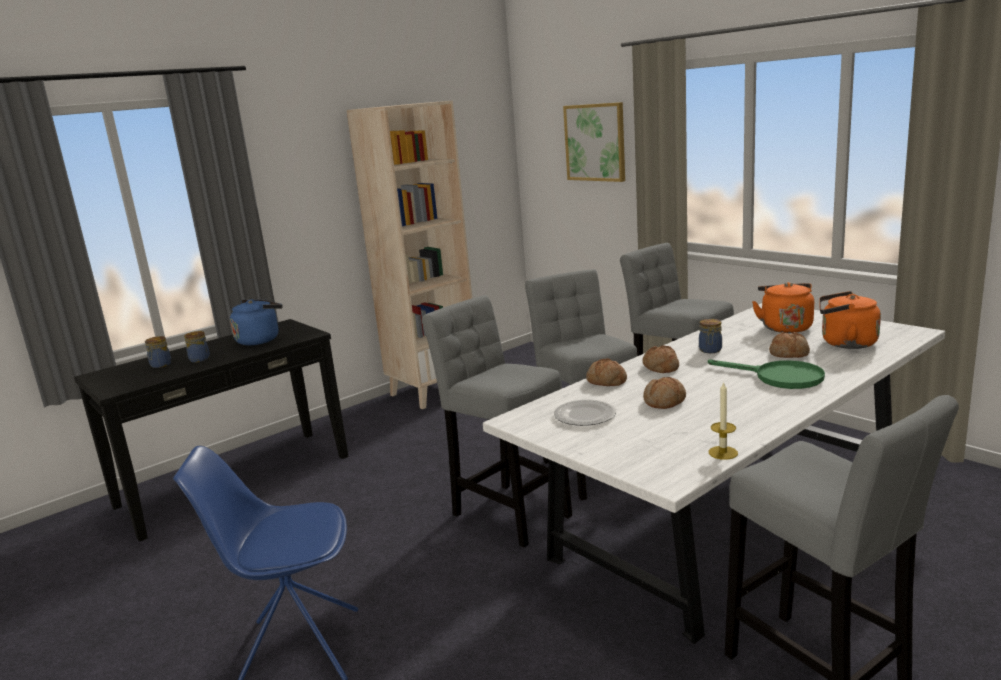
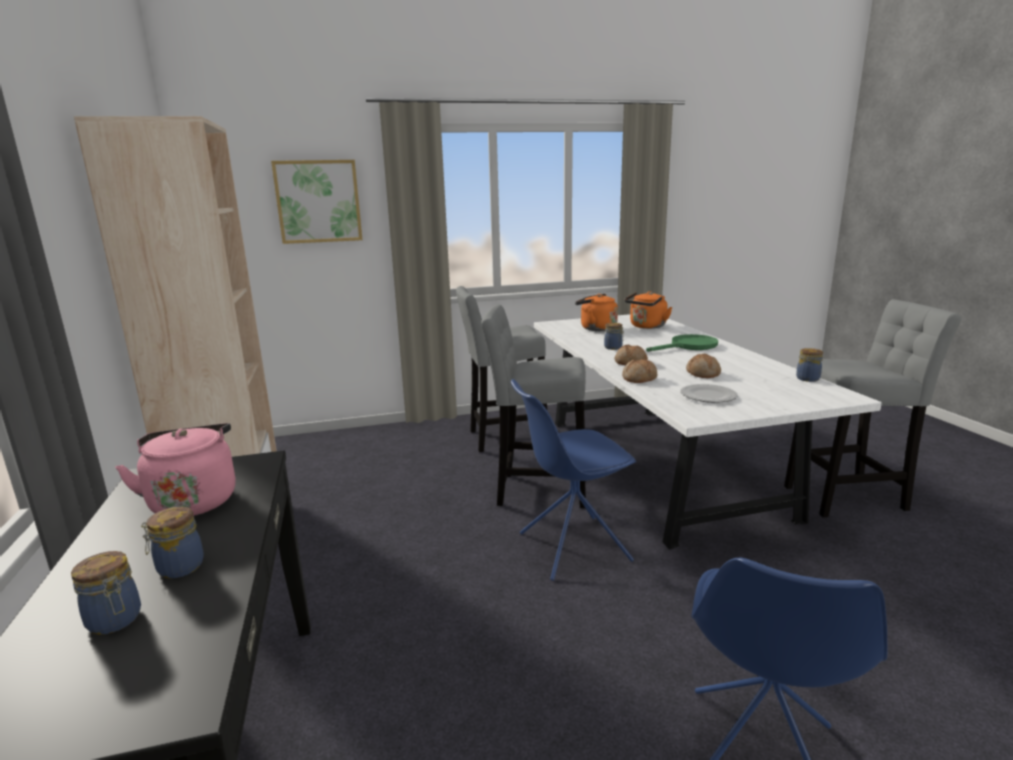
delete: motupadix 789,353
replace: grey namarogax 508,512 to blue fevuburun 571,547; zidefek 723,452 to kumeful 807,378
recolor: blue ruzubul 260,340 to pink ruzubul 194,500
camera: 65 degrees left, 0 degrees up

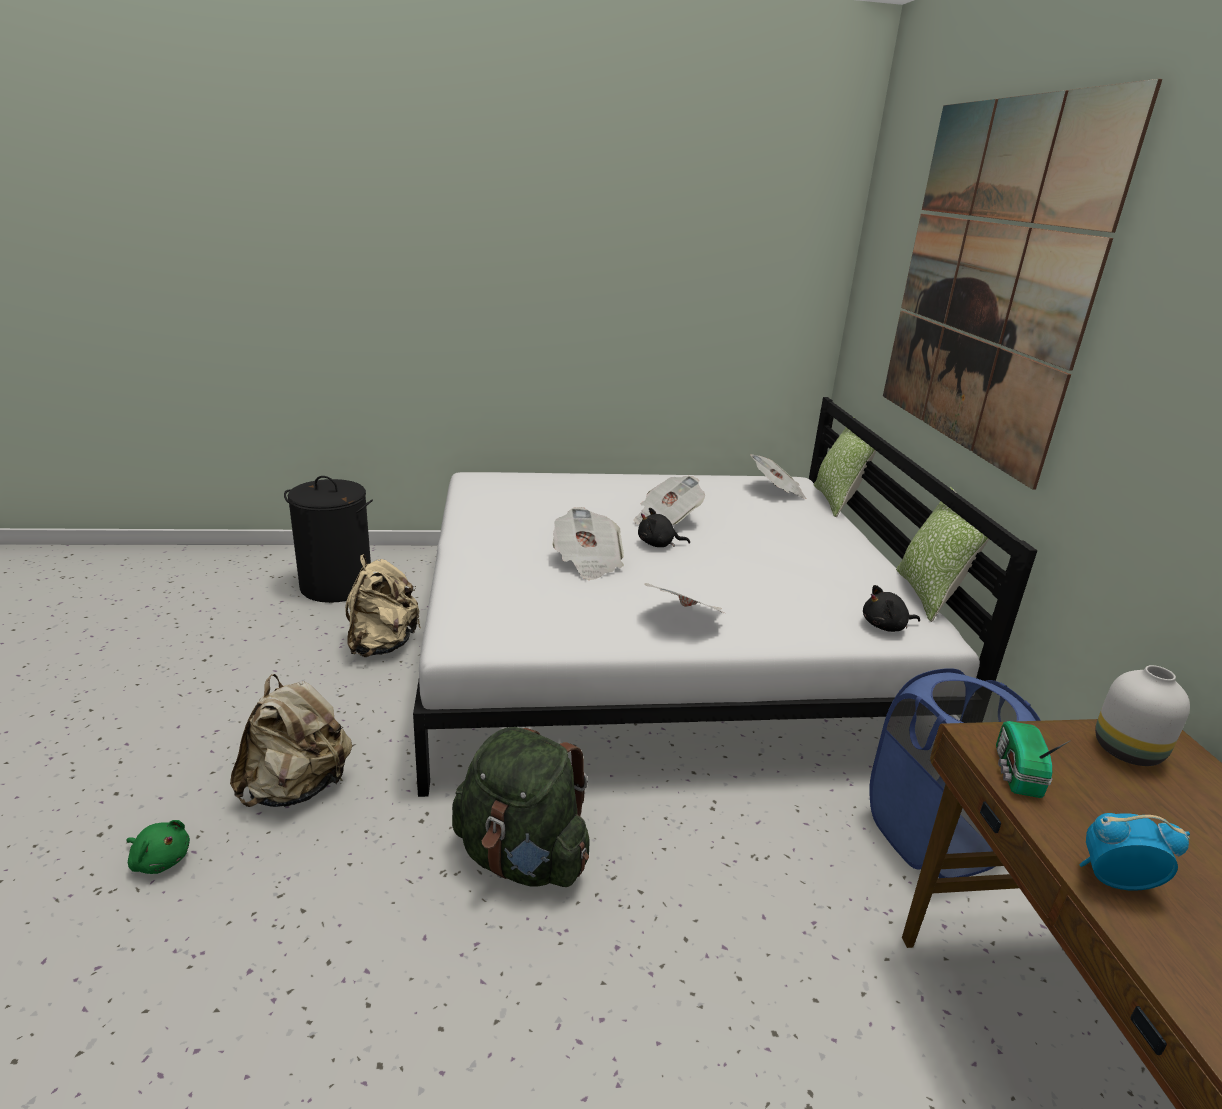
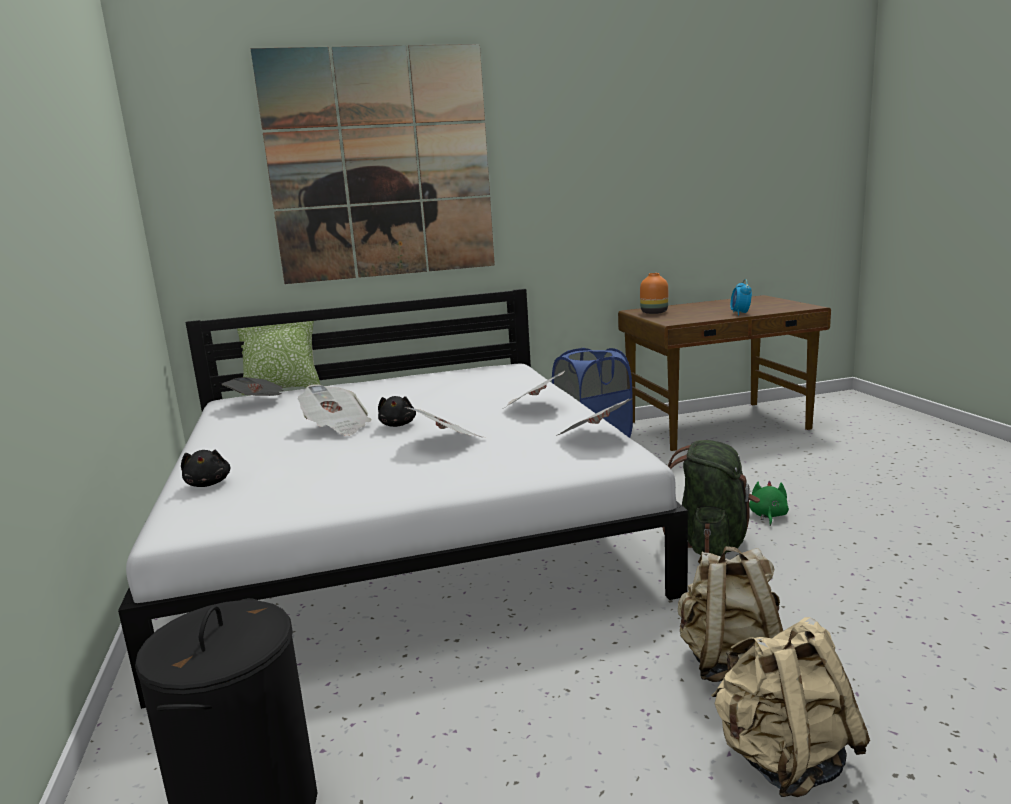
delete: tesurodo 928,595; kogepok 1016,773
insert: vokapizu 594,437
move: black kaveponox 886,626 to 208,483; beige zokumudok 382,645 to 783,760; green kaveponox 160,860 to 768,516
recolor: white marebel 1125,751 to orange marebel 654,313
camera: 95 degrees left, 10 degrees down

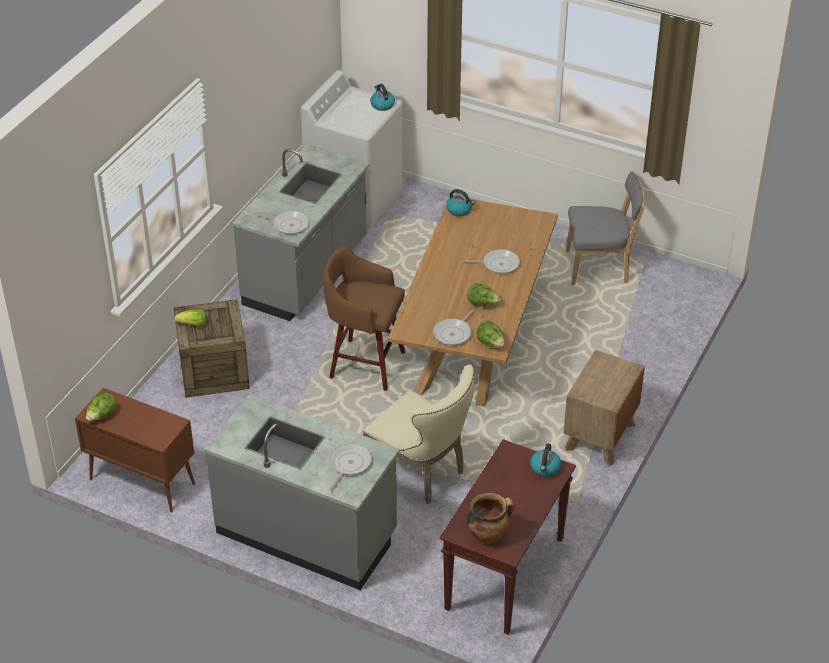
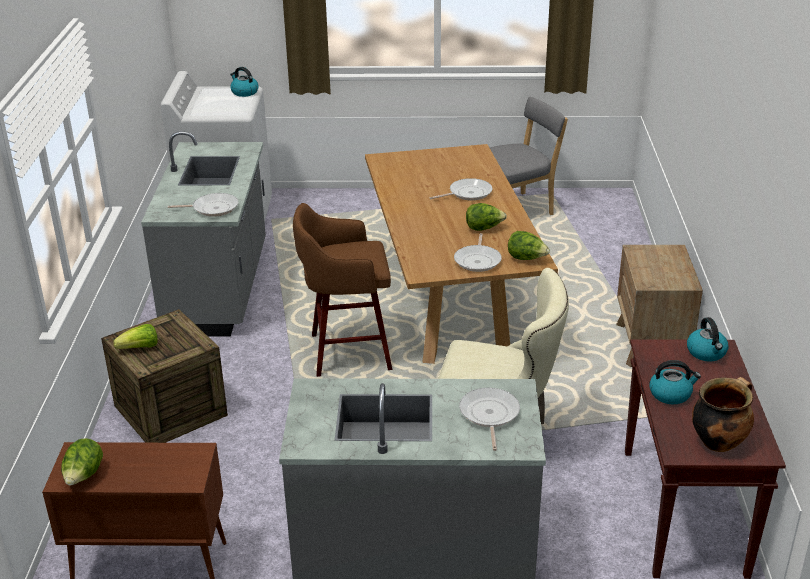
move: ruzubul 459,210 to 671,394
camera: 25 degrees left, 10 degrees down

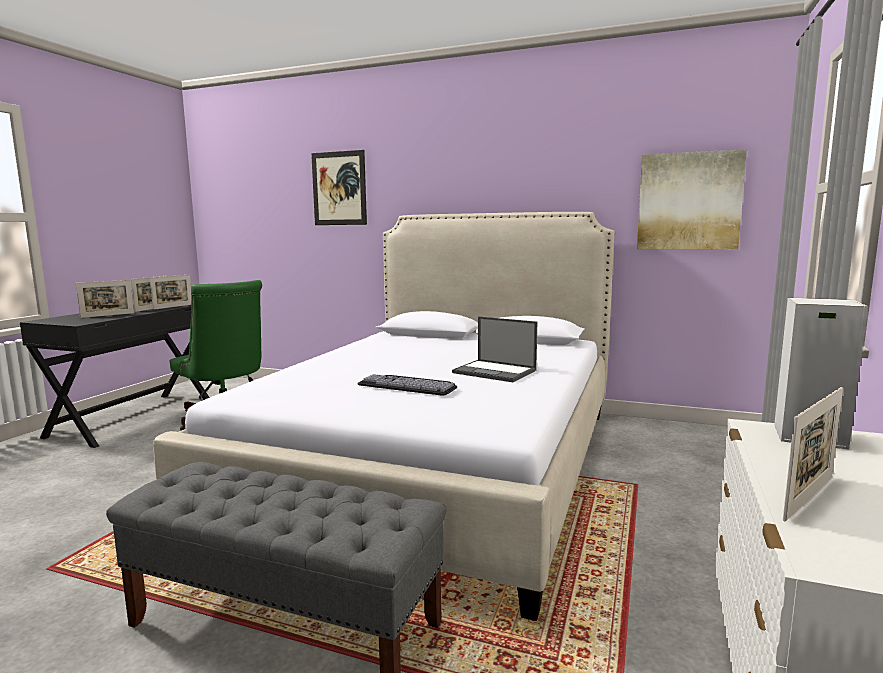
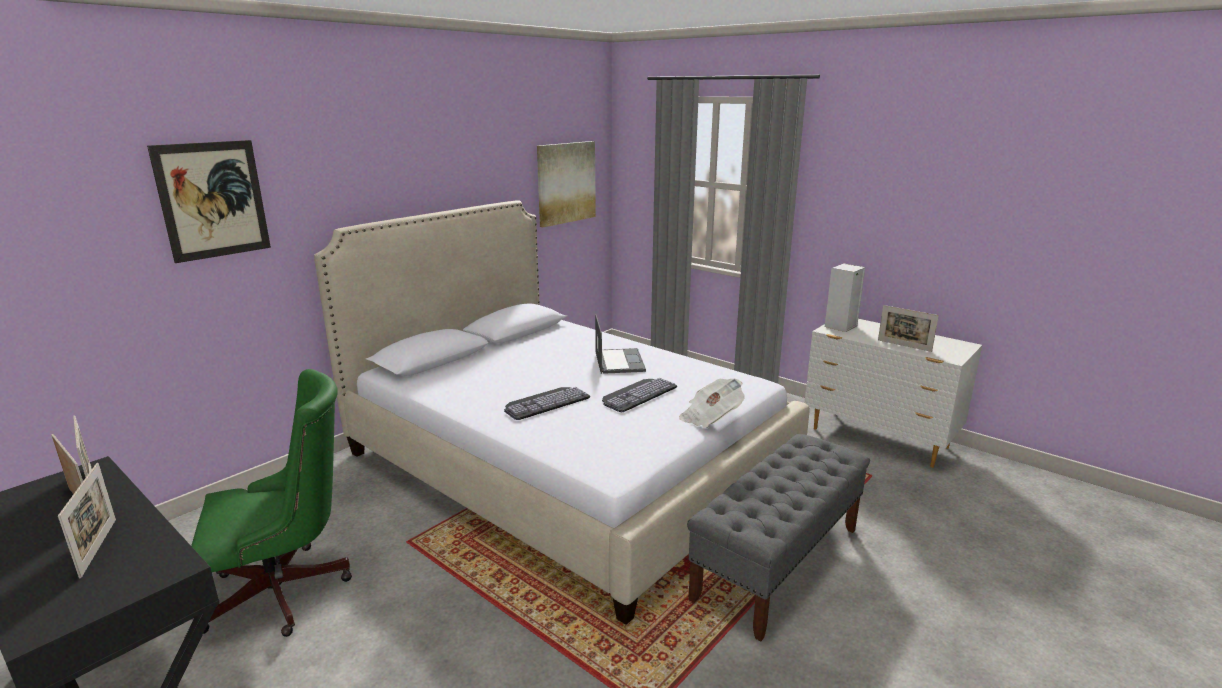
insert: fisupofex 545,402; vokapizu 710,417
rotate: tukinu 495,371 = 619,361 60 degrees counterclockwise; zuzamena 809,497 = 904,345 150 degrees clockwise
camera: 70 degrees left, 10 degrees up

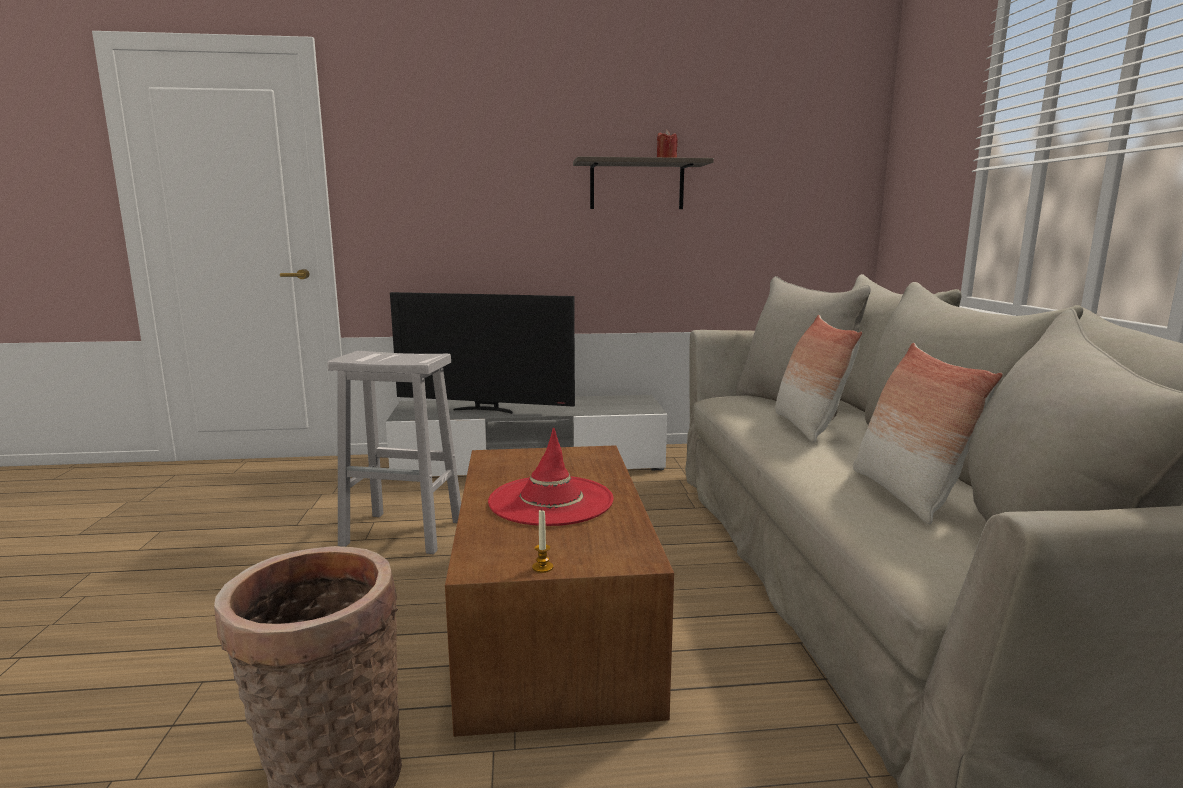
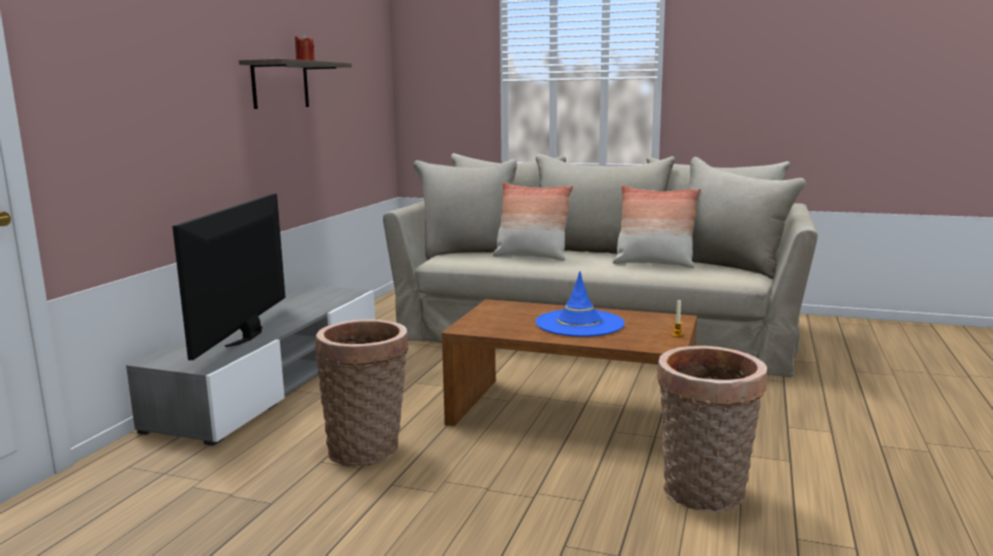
replace: white namarogax 405,532 to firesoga 368,449
recolor: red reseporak 550,501 to blue reseporak 579,324
rotate: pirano 485,410 = 248,336 150 degrees clockwise
camera: 65 degrees left, 0 degrees up

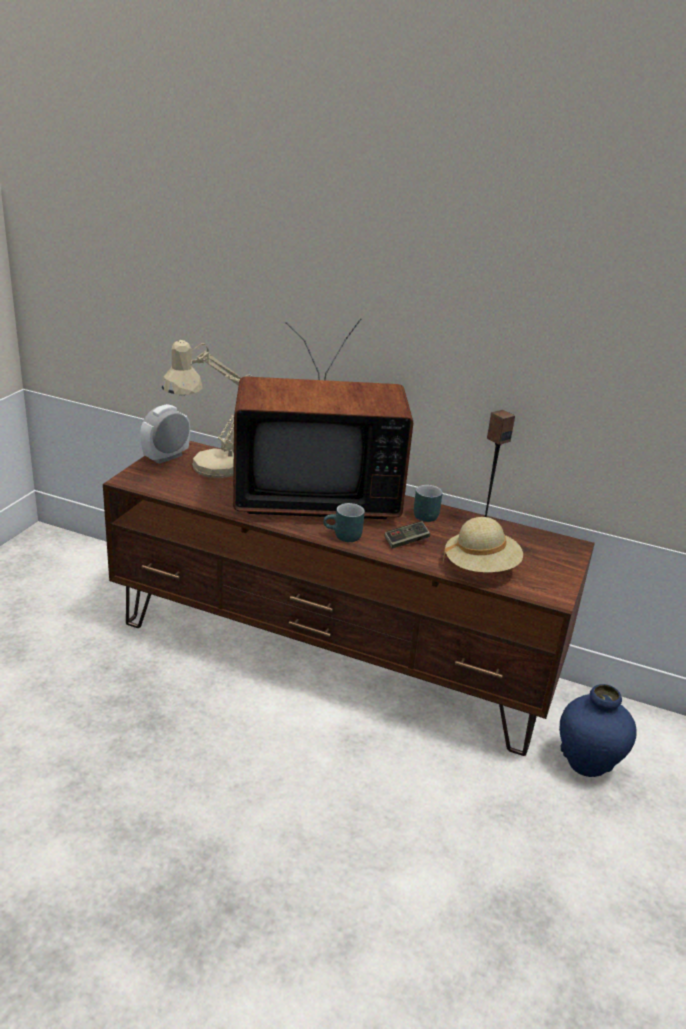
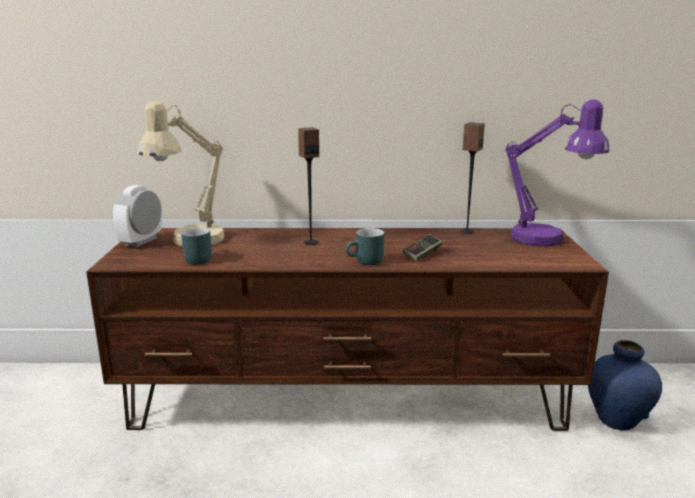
delete: beige reseporak 481,567
insert: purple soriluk 547,240
move: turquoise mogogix 426,514 to 198,258
replace: pirano 314,497 to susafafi 310,242
camera: 20 degrees left, 10 degrees down

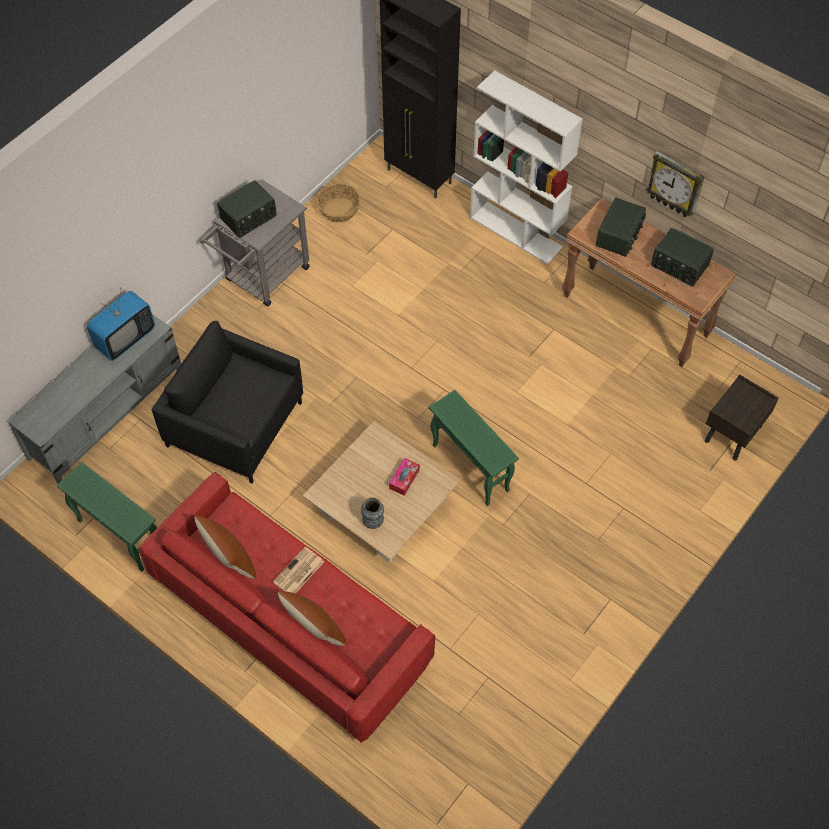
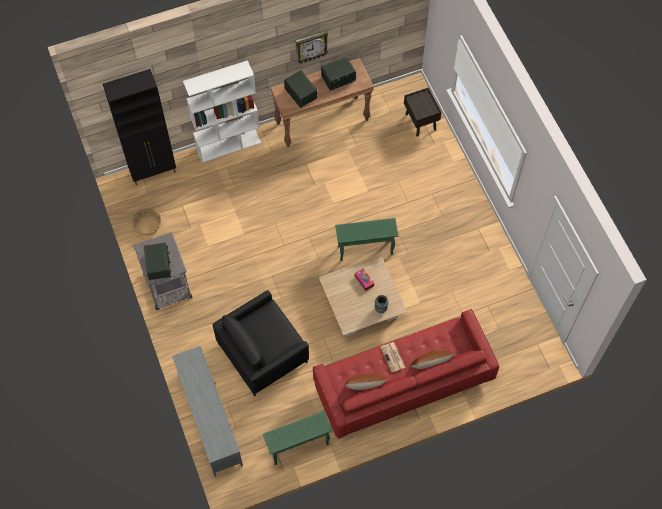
delete: pirano 125,338
camera: 60 degrees left, 5 degrees up

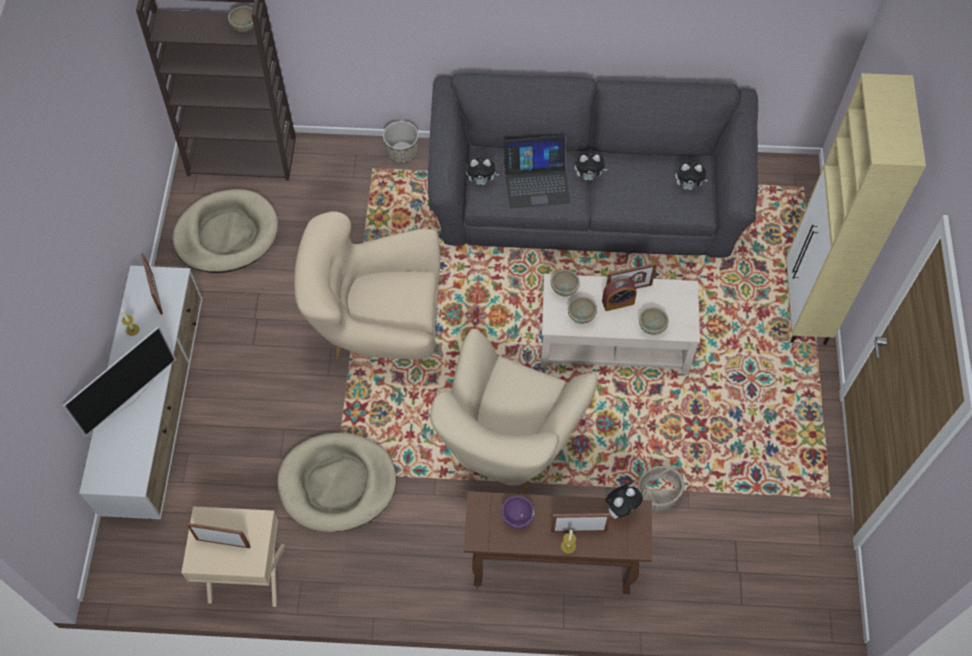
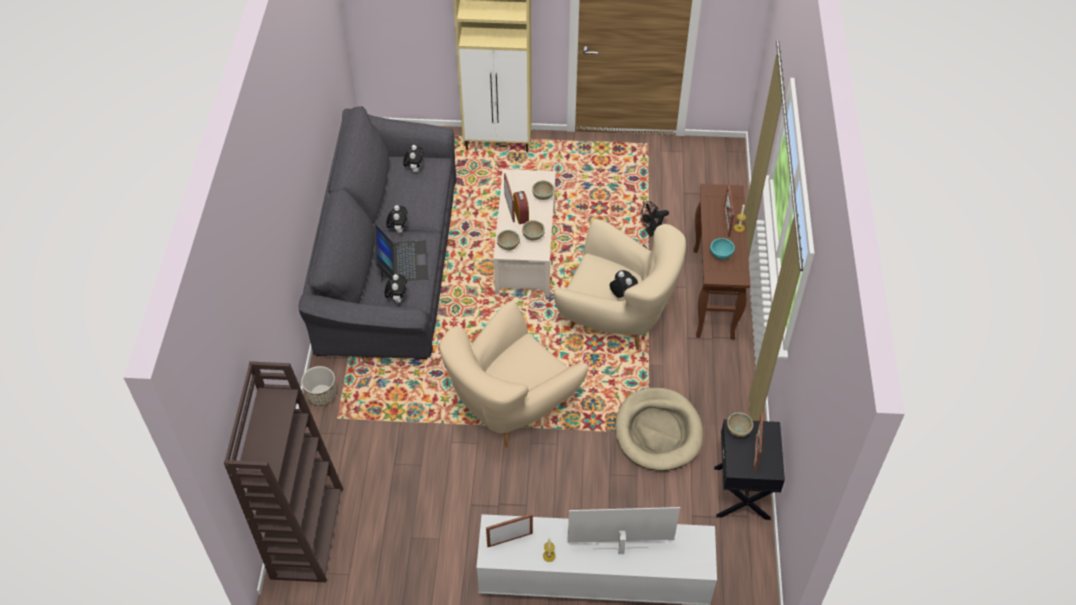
delete: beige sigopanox 227,234
move: kaveponox 621,509 to 622,295; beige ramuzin 245,27 to 738,430
replace: firesoga 658,494 to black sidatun 652,232
recolor: purple ramuzin 517,517 to turquoise ramuzin 721,255; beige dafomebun 246,574 to black dafomebun 743,493
rotate: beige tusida 378,329 = 511,408 45 degrees clockwise; pirano 130,398 = 620,549 45 degrees counterclockwise
camera: 90 degrees left, 10 degrees down

